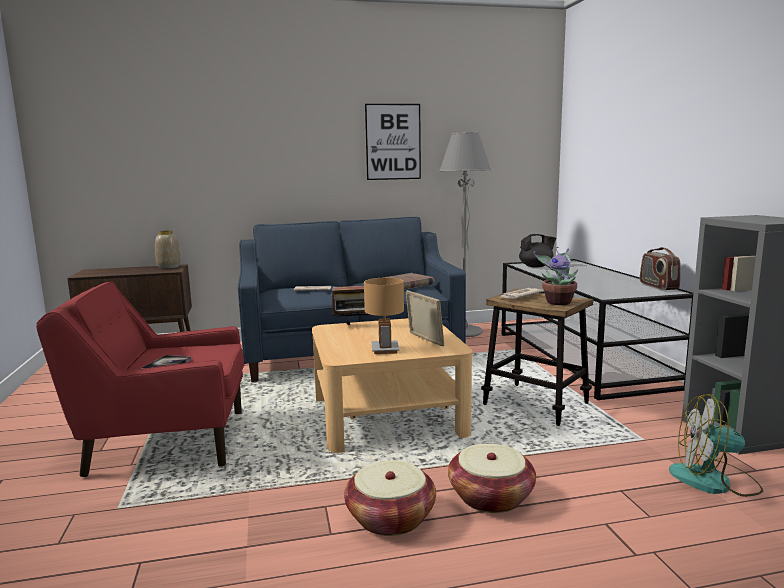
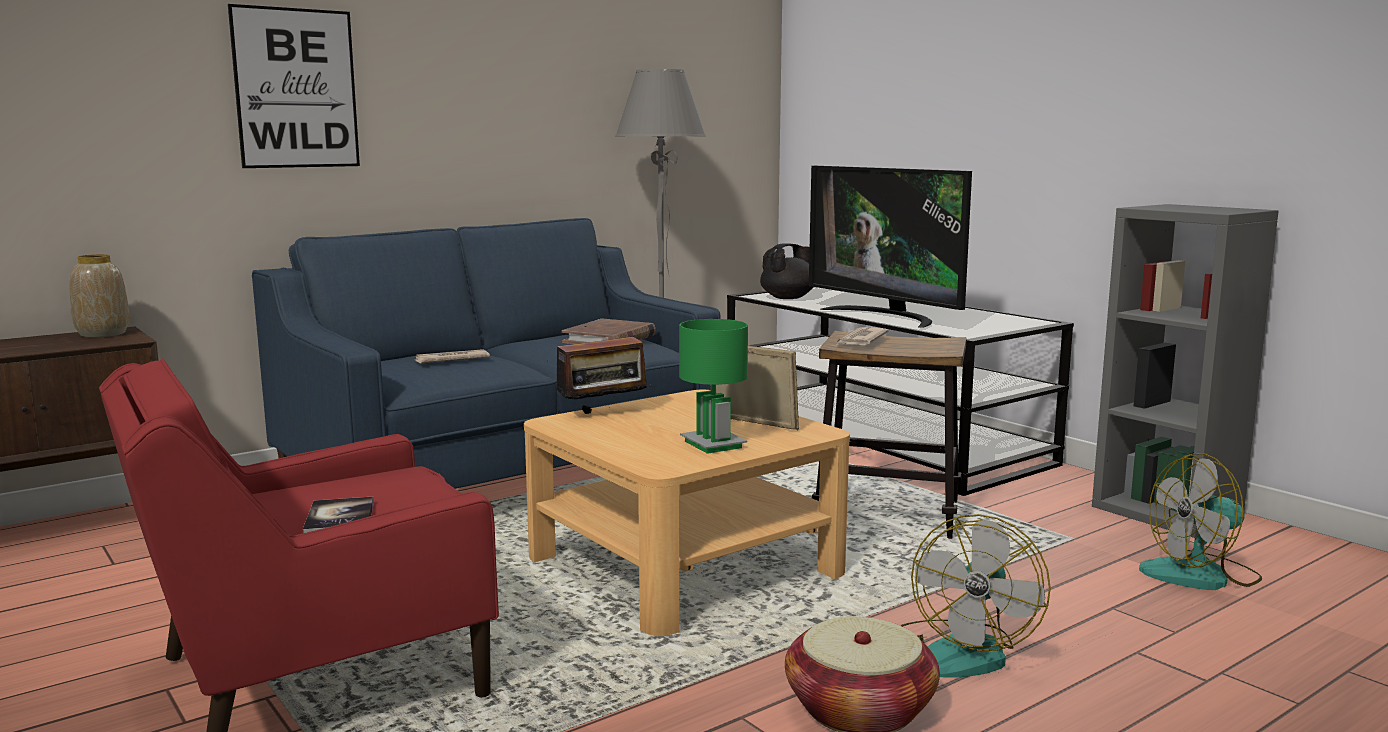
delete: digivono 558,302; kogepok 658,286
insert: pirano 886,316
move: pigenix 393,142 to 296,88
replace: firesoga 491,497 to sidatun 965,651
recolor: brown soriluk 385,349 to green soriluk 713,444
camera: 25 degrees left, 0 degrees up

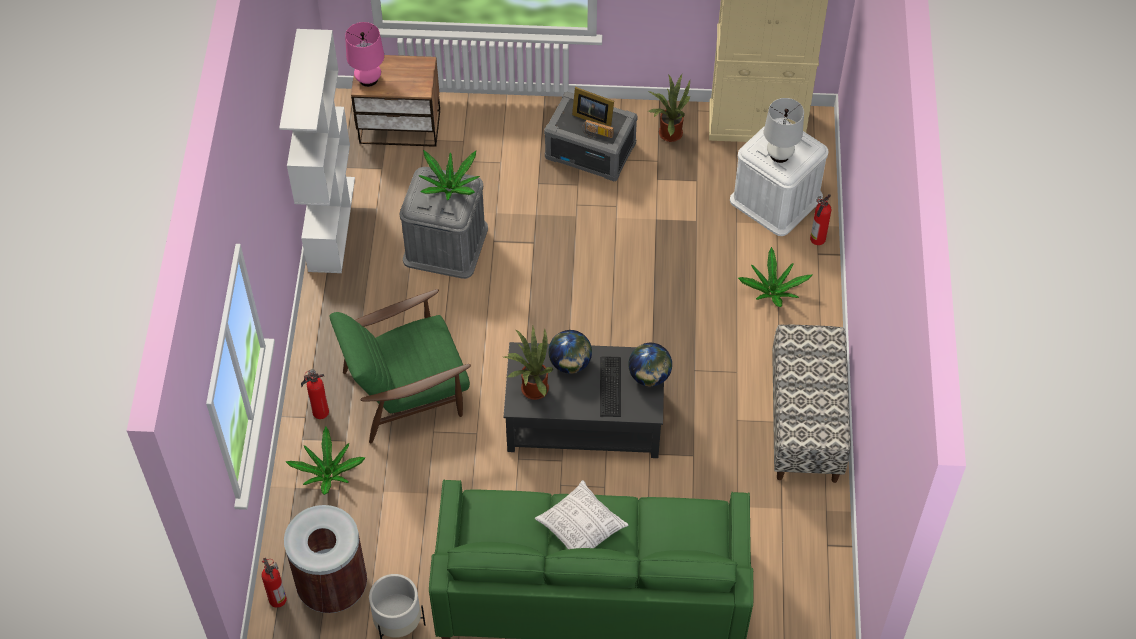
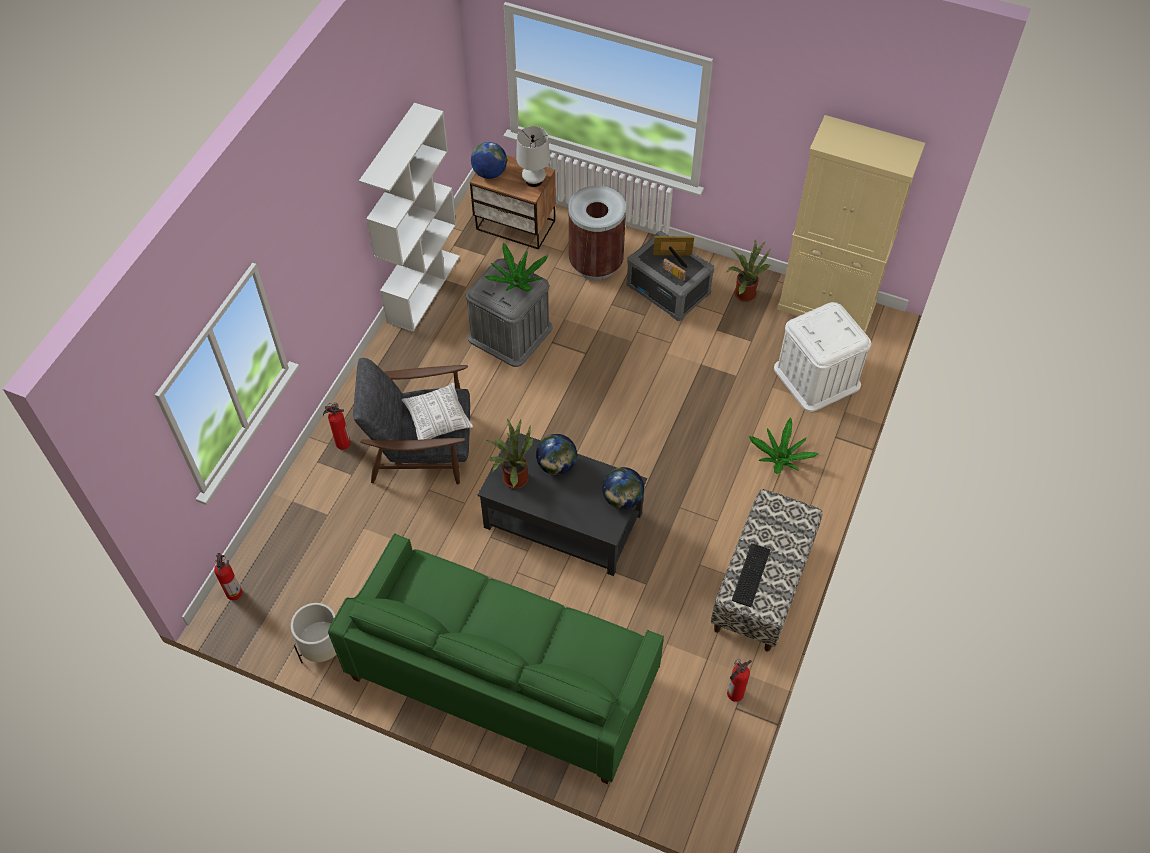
delete: digivono 328,473
move: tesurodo 580,527 to 437,418; white soriluk 779,155 to 534,180; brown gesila 333,586 to 596,263; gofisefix 817,240 to 734,694; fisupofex 609,387 to 749,575
replace: pink soriluk 368,79 to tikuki 489,173
recolor: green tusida 406,390 to grey tusida 421,447
rotate: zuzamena 592,117 = 673,258 135 degrees clockwise
camera: 20 degrees right, 0 degrees up

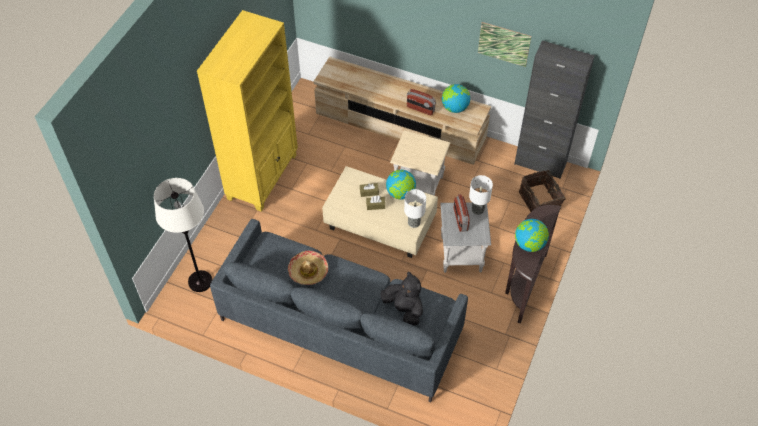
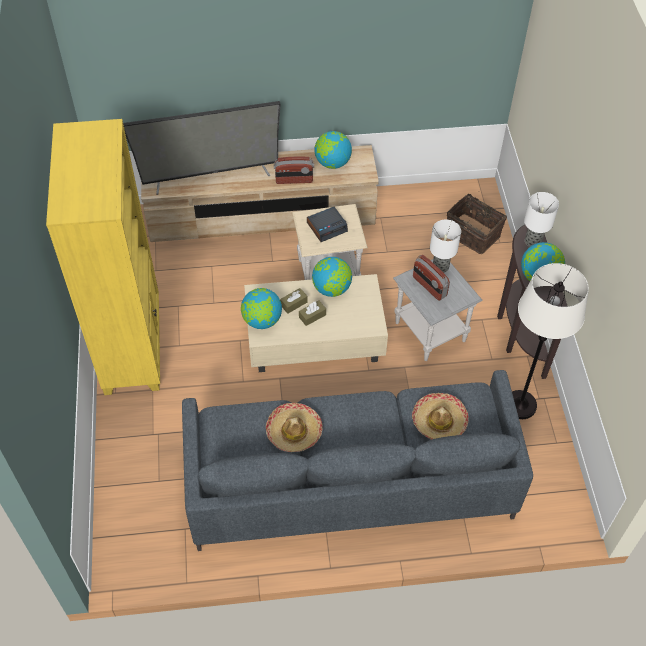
delete: pigenix 504,44; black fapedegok 540,163
insert: pirano 210,175; tikuki 262,320; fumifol 327,227
move: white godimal 200,281 to 520,405; soriluk 414,222 to 533,241
replace: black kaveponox 404,309 to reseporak 439,421
camera: 30 degrees left, 0 degrees up

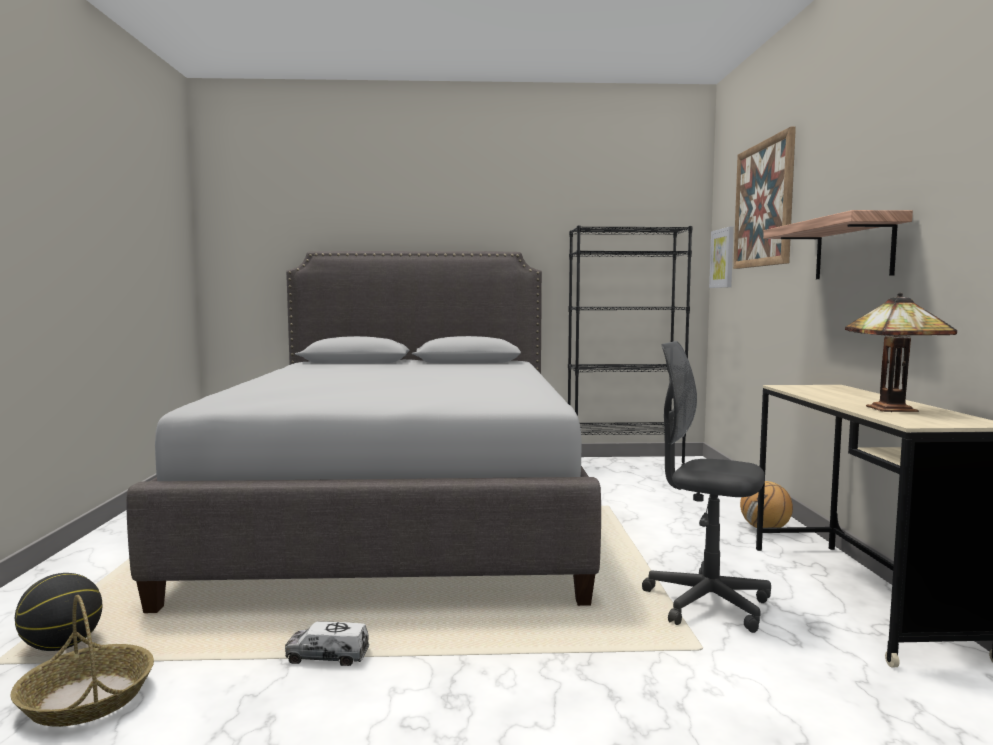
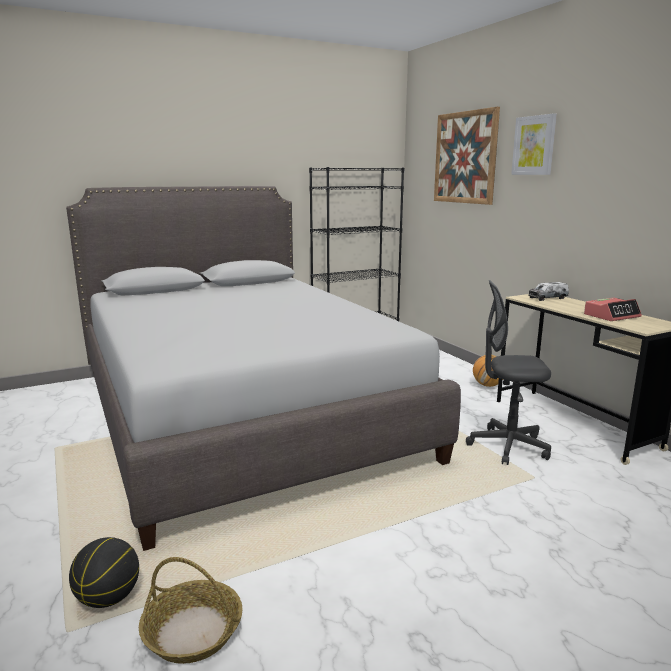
delete: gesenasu 853,249
move: pigenix 723,258 to 534,145; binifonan 327,656 to 548,298
replace: soriluk 893,409 to fumifol 612,316
camera: 25 degrees left, 10 degrees up

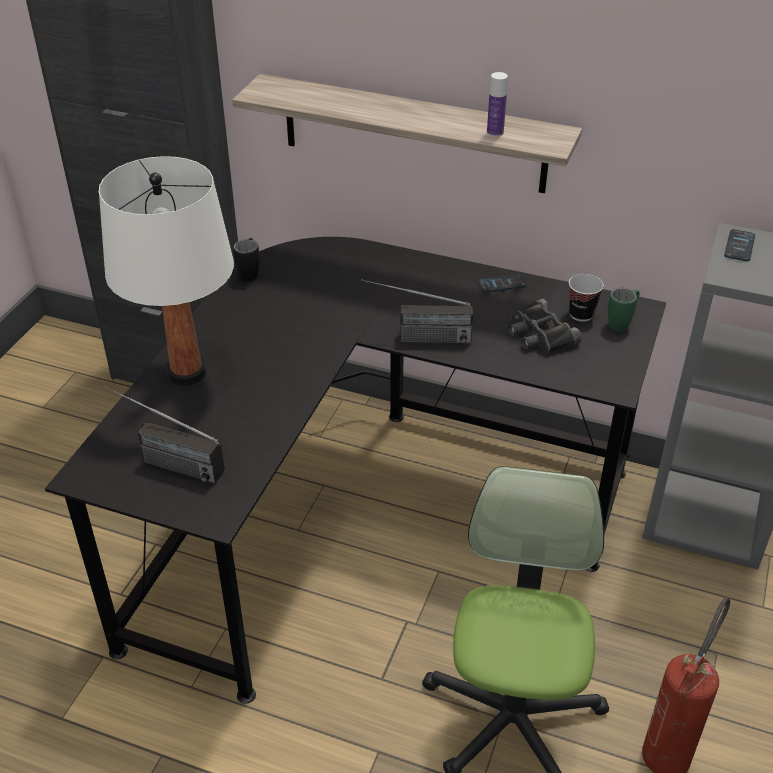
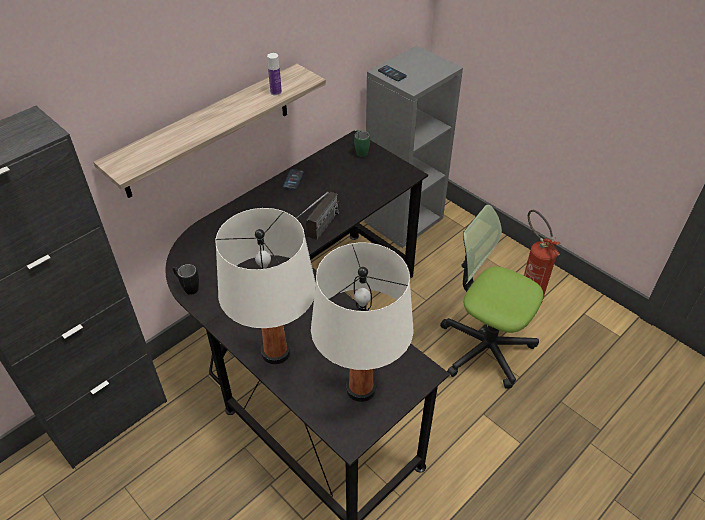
delete: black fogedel 539,334; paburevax 581,314
replace: kogepok 163,462 to white soriluk 361,388
camera: 65 degrees left, 5 degrees up

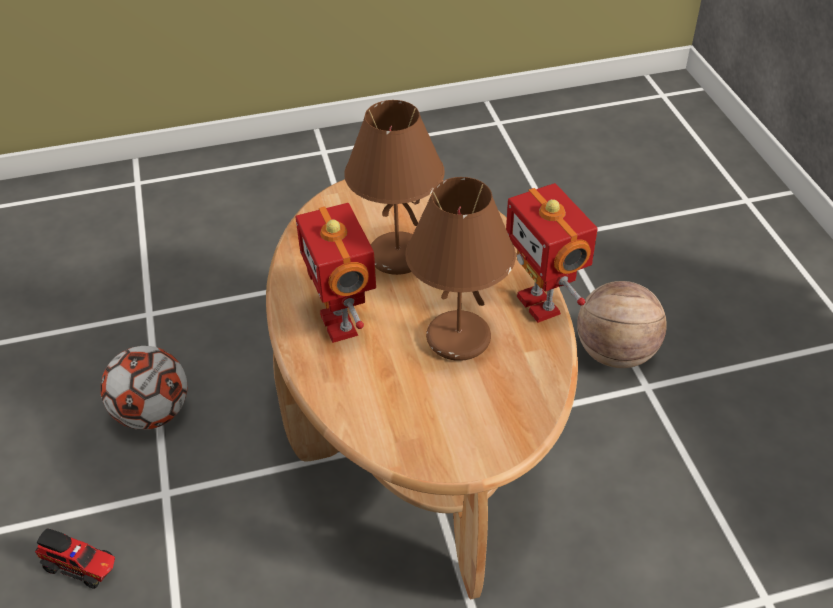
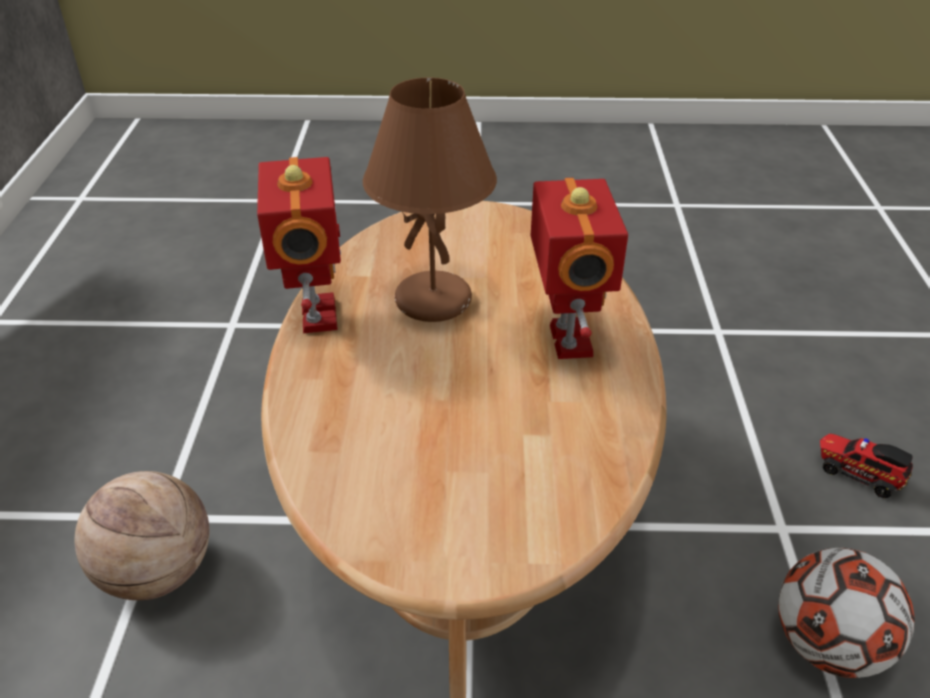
delete: brown soriluk 396,256
camera: 165 degrees left, 5 degrees down

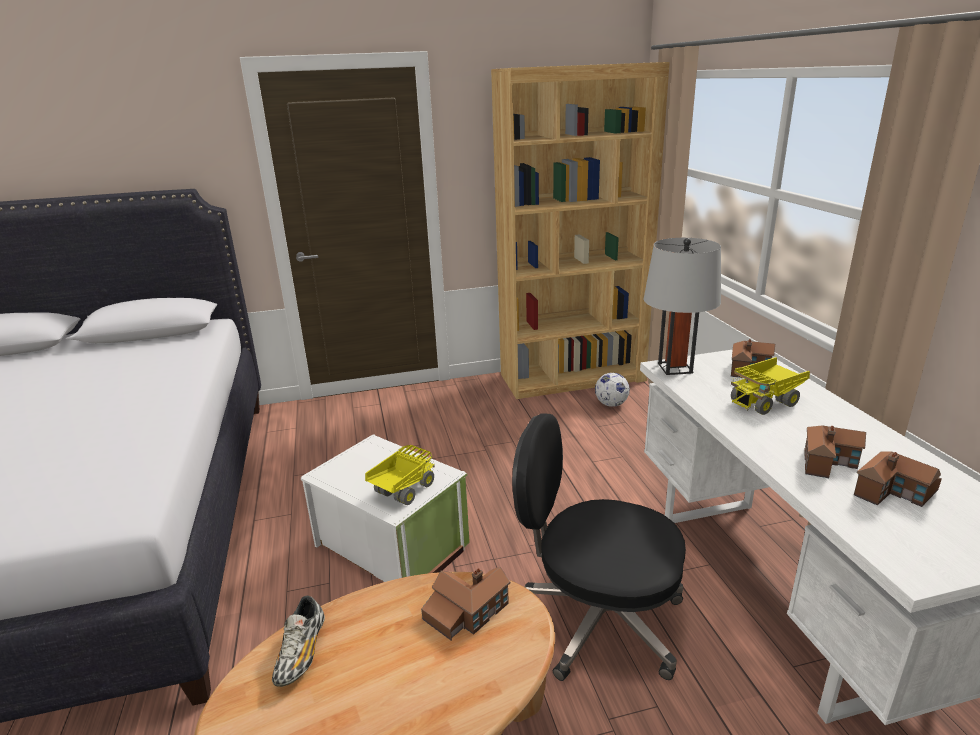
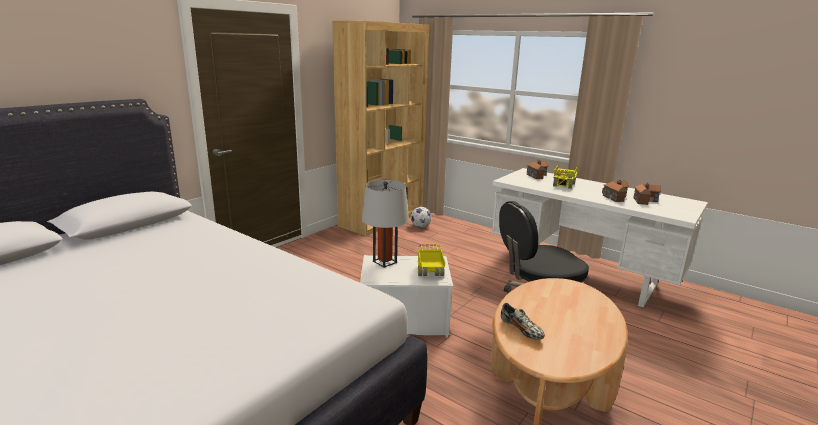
delete: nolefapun 466,612
move: grey soriluk 675,368 to 384,262
camera: 40 degrees left, 5 degrees down

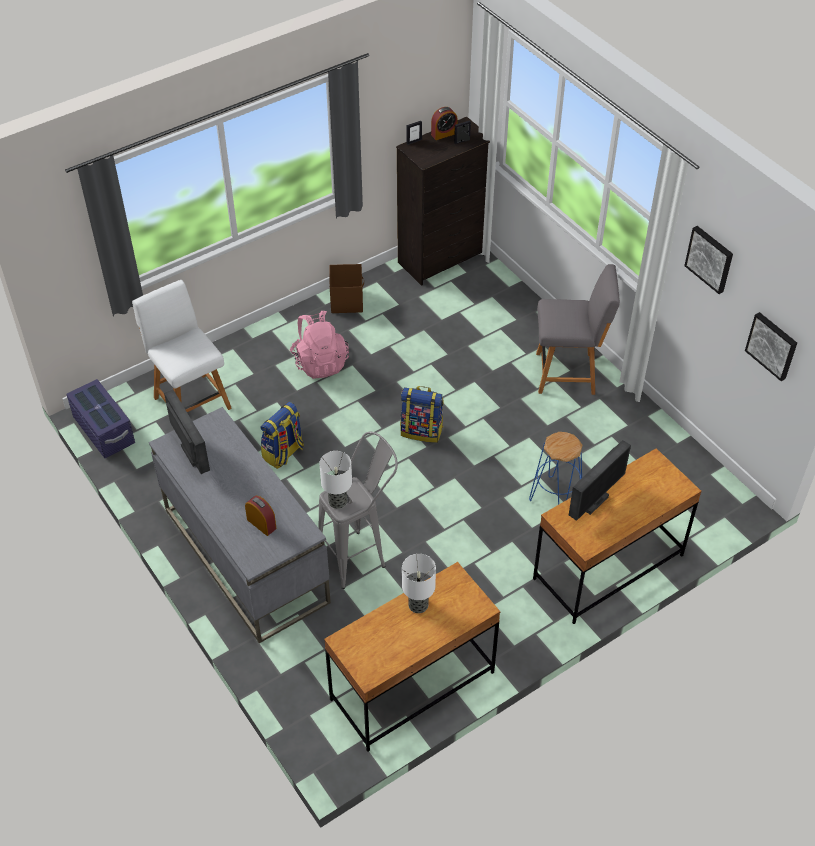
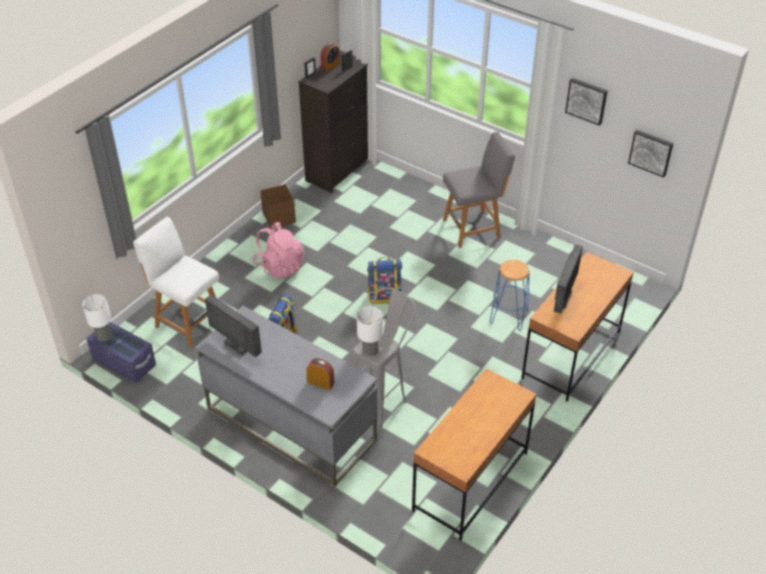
move: soriluk 417,604 to 103,336
camera: 20 degrees left, 5 degrees down

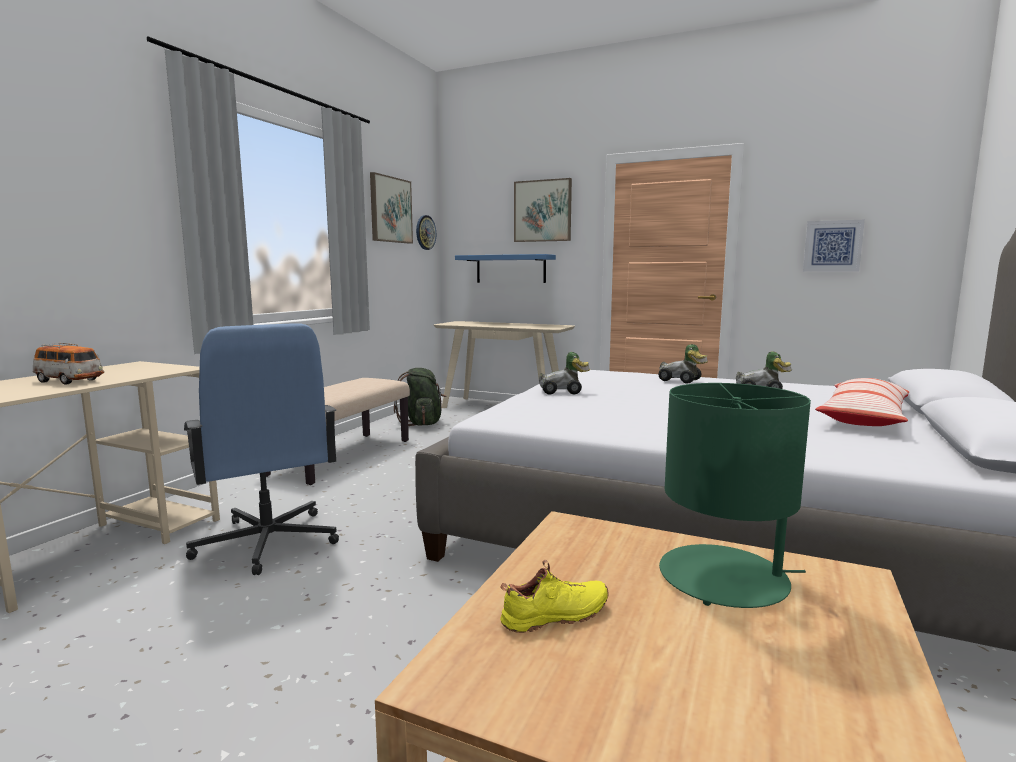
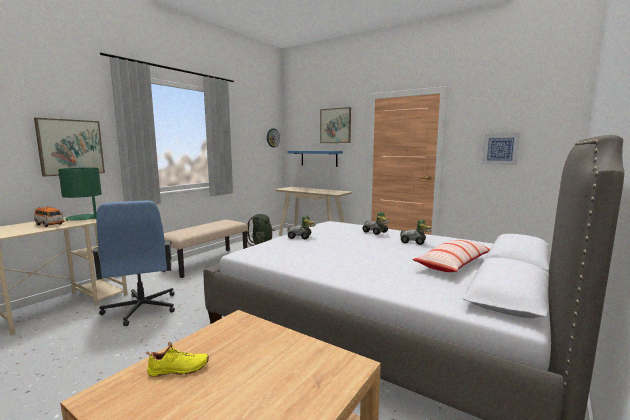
move: pigenix 390,210 to 71,147; green soriluk 725,578 to 85,218
camera: 10 degrees right, 0 degrees up

